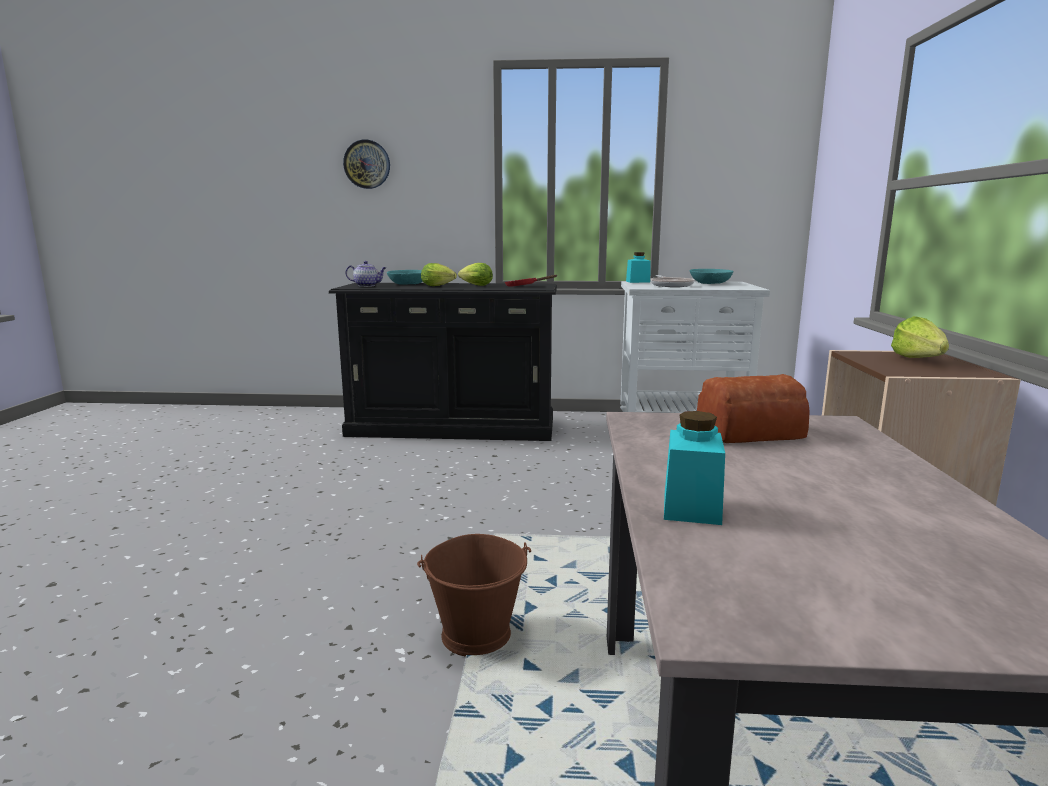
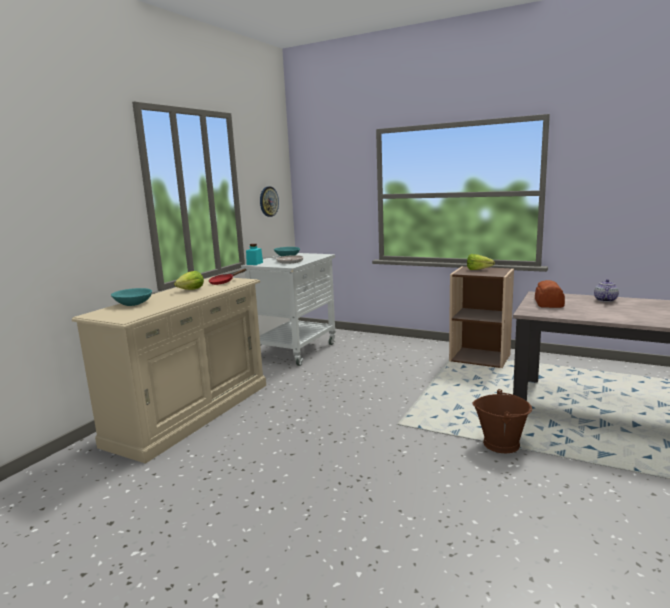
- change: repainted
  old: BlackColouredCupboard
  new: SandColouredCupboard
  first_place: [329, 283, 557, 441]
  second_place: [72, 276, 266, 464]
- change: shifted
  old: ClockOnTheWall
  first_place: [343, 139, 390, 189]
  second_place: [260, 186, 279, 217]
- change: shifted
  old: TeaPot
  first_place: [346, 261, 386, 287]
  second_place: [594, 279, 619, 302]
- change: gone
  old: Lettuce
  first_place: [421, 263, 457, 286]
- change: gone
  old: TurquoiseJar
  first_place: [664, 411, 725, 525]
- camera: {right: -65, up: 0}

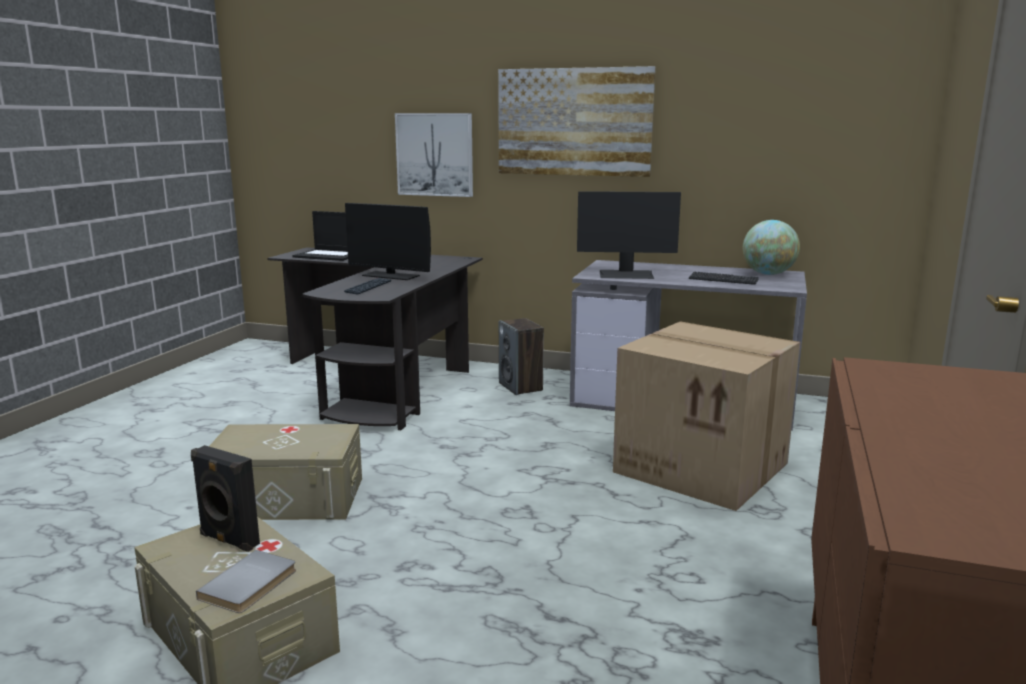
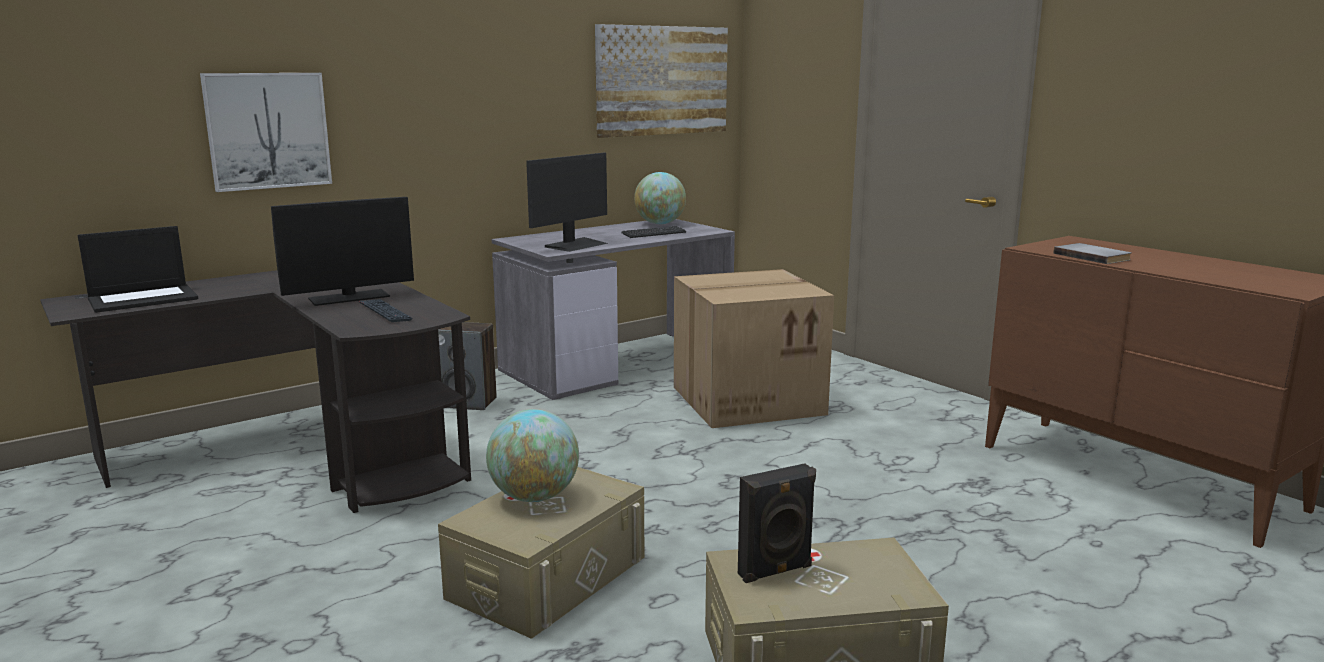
- change: shifted
  old: GreyishBoundBook
  first_place: [196, 550, 296, 613]
  second_place: [1053, 243, 1132, 264]
- change: shifted
  old: WallPicture
  first_place: [498, 66, 655, 177]
  second_place: [595, 24, 728, 138]
- change: new
  new: WorldGlobe
  second_place: [486, 409, 579, 502]
- camera: {right: -55, up: 0}

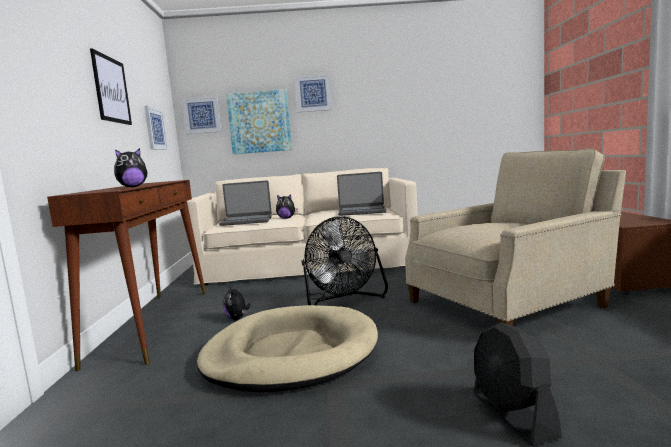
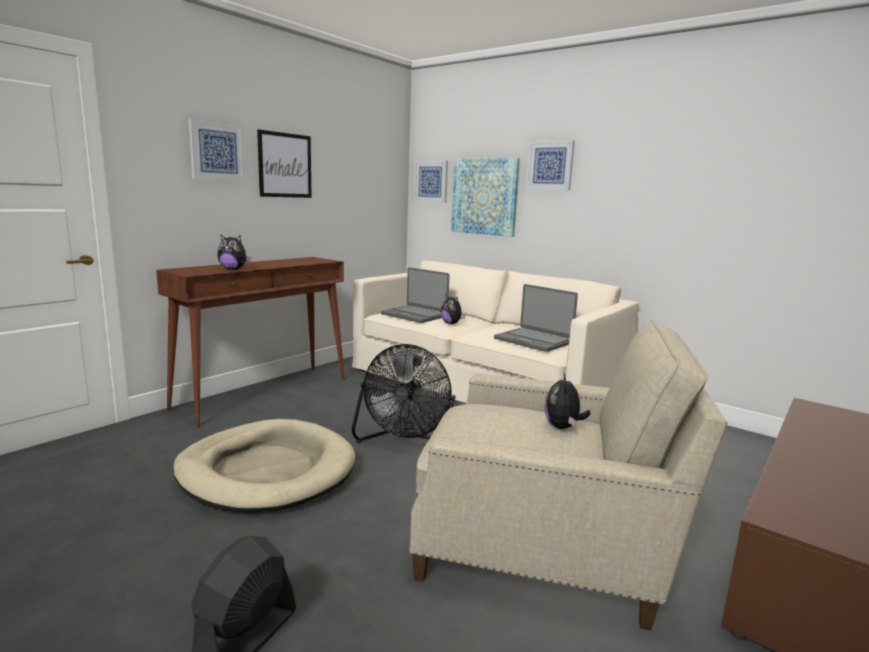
- change: shifted
  old: WallPicture
  first_place: [144, 106, 168, 150]
  second_place: [188, 119, 245, 181]
- change: shifted
  old: SoftToy
  first_place: [223, 286, 250, 320]
  second_place: [545, 373, 590, 429]
- camera: {right: 40, up: 5}

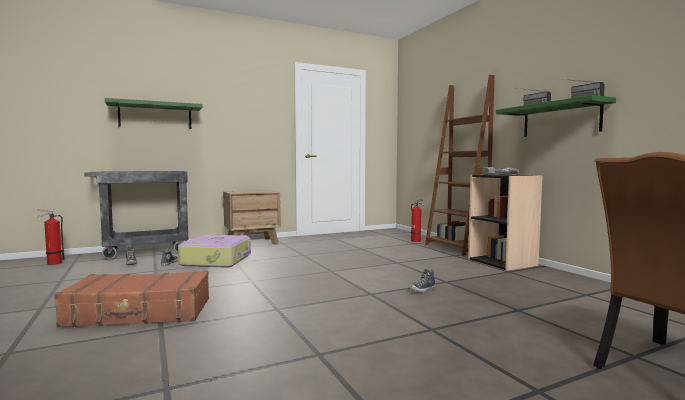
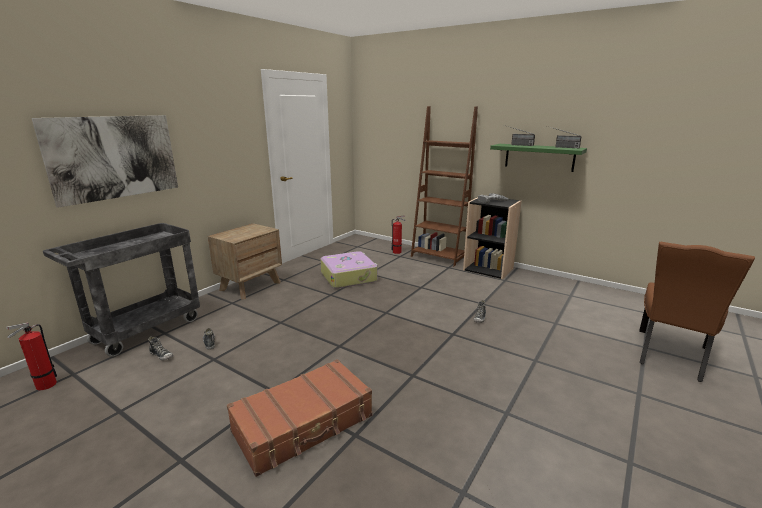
- change: swapped
  old: GreenColouredWallShelf
  new: WallPicture
  first_place: [105, 98, 203, 129]
  second_place: [31, 115, 178, 208]
- change: shifted
  old: TravelCase
  first_place: [178, 235, 251, 268]
  second_place: [320, 251, 378, 288]
- camera: {right: -30, up: 15}

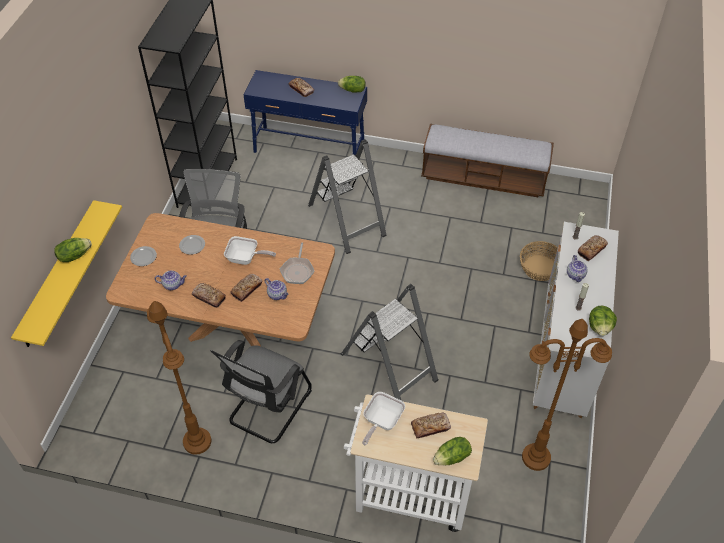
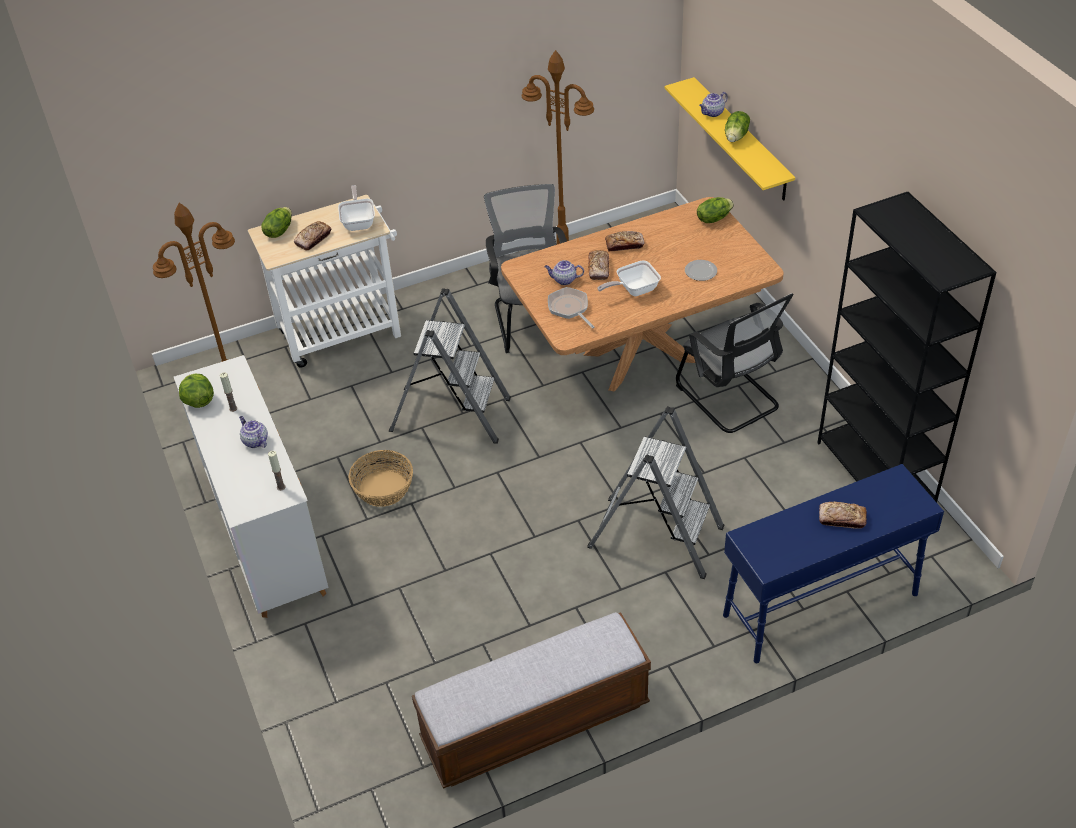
- change: gone
  old: DinnerPlate
  first_place: [130, 246, 157, 266]
- change: shifted
  old: TeaPot
  first_place: [155, 271, 187, 290]
  second_place: [699, 92, 728, 117]
- change: shifted
  old: Lettuce
  first_place: [338, 76, 366, 93]
  second_place: [697, 197, 734, 223]
- change: shifted
  old: StorageBasket
  first_place: [520, 241, 558, 281]
  second_place: [349, 450, 413, 507]
- change: gone
  old: BakedBread
  first_place: [578, 235, 608, 261]
- camera: {right: 145, up: -5}

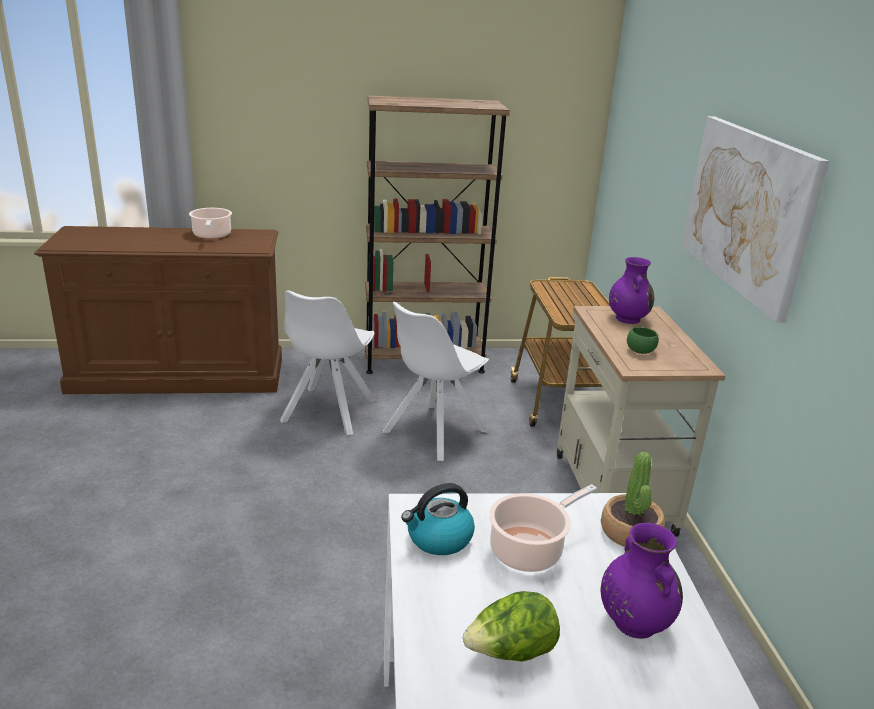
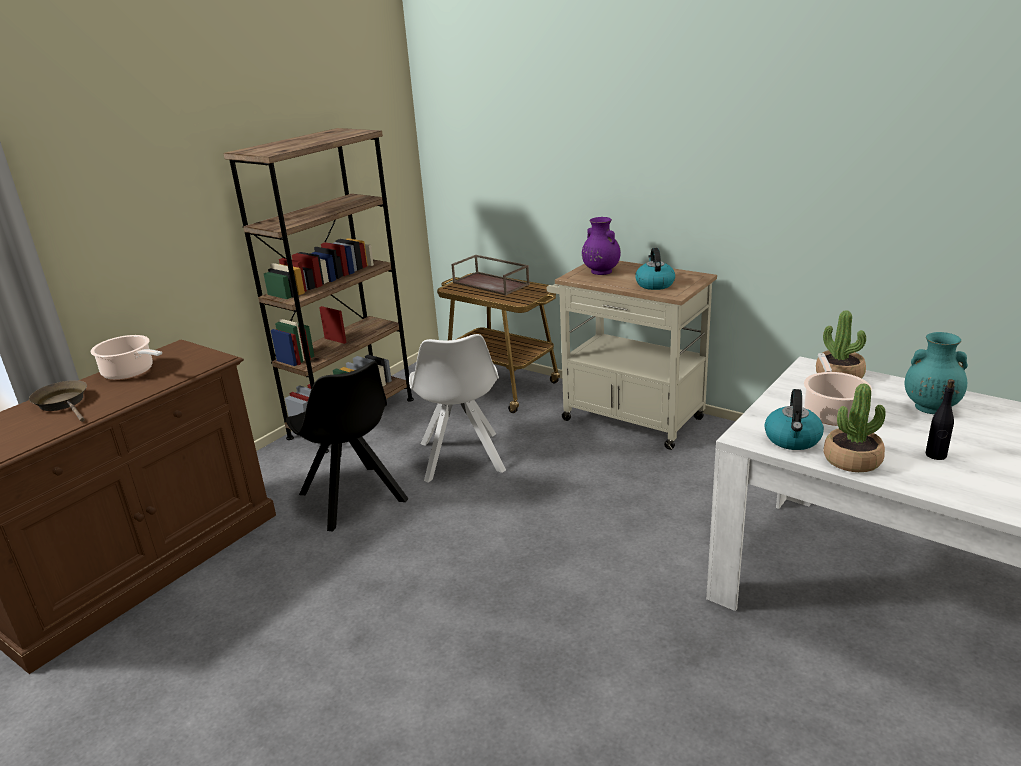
- change: repainted
  old: WhiteColouredPlainChair
  new: BlackColouredPlainChair
  first_place: [280, 290, 376, 435]
  second_place: [286, 361, 409, 532]
- change: swapped
  old: Lettuce
  new: BlackColouredBeverageBottle
  first_place: [463, 591, 560, 662]
  second_place: [925, 379, 955, 460]
- change: repainted
  old: PurpleColouredFlowerVase
  new: TurquoiseFlowerVase
  first_place: [601, 523, 683, 639]
  second_place: [905, 332, 968, 414]
- change: swapped
  old: GreenColouredBowl
  new: Kettle
  first_place: [627, 327, 659, 354]
  second_place: [635, 248, 675, 290]
- change: gone
  old: WallPicture
  first_place: [681, 116, 829, 323]
- change: new
  new: BrownSkillet
  second_place: [29, 380, 87, 422]
- change: new
  new: BrownCarryingTray
  second_place: [451, 255, 530, 295]
- change: new
  new: Houseplant
  second_place: [823, 383, 886, 472]
- camera: {right: -45, up: 0}

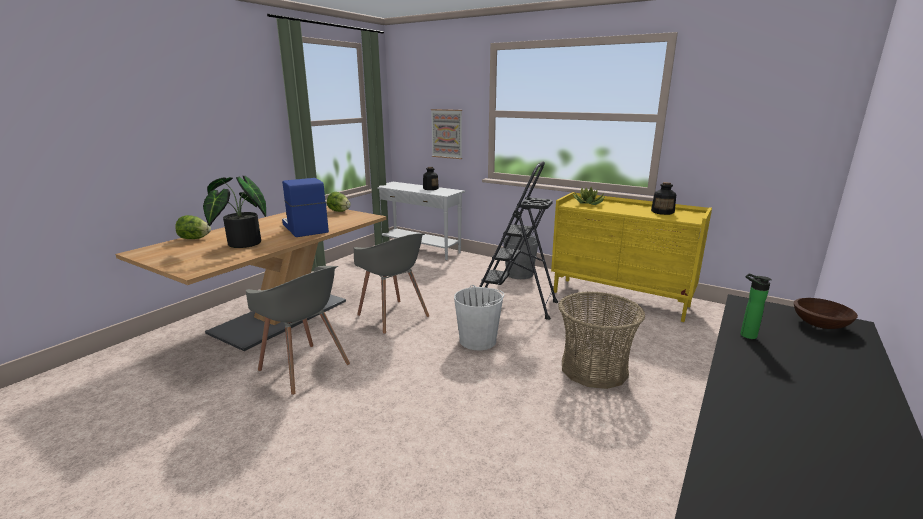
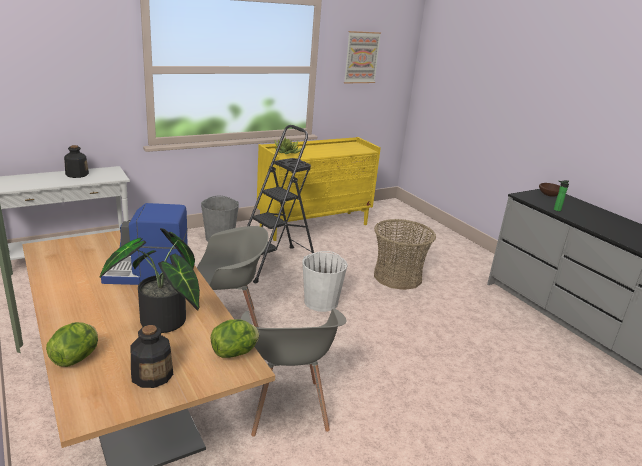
- change: rotated
  old: GreyishPlainChair
  first_place: [246, 266, 350, 395]
  second_place: [241, 309, 347, 437]
  degrees: 105
- change: shifted
  old: Lettuce
  first_place: [327, 192, 351, 212]
  second_place: [211, 319, 259, 358]
- change: shifted
  old: WallPicture
  first_place: [431, 109, 462, 159]
  second_place: [344, 31, 381, 83]
- change: shifted
  old: BeverageBottle
  first_place: [651, 182, 676, 215]
  second_place: [131, 325, 173, 388]
- camera: {right: -65, up: 5}

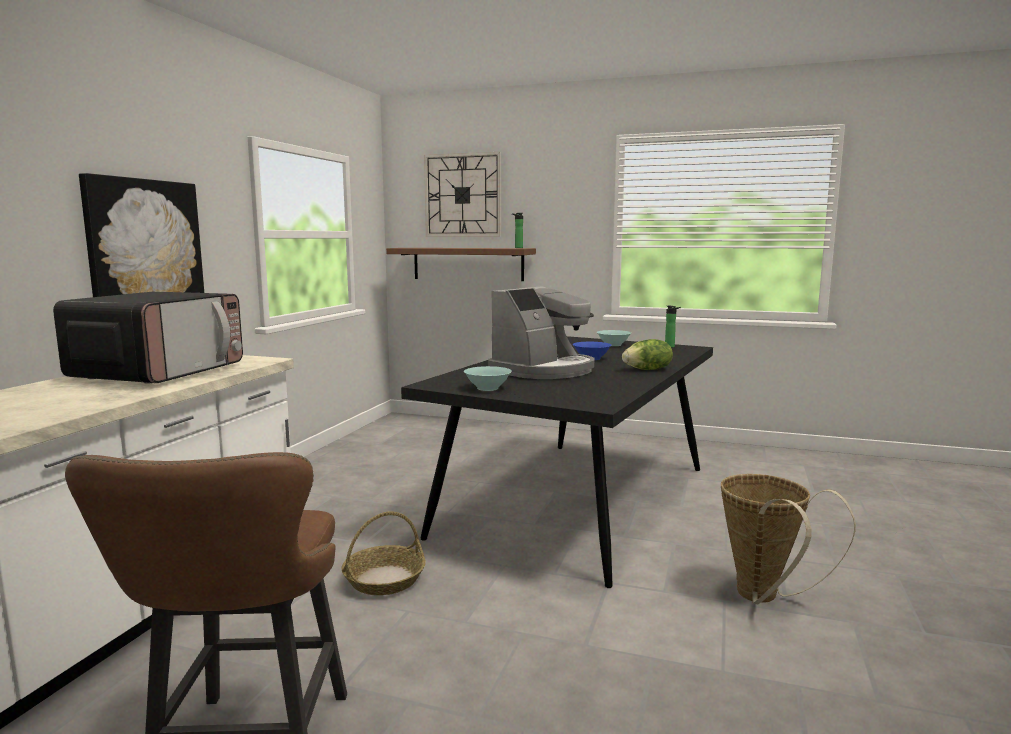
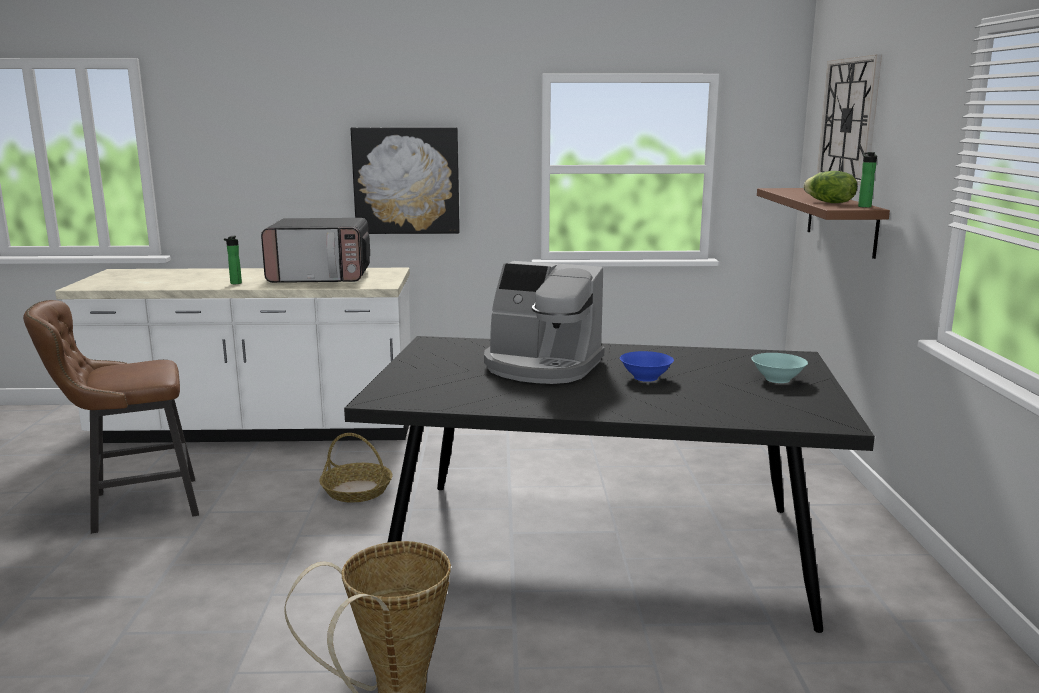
- change: gone
  old: TurquoiseBowl
  first_place: [464, 366, 512, 391]
- change: shifted
  old: Lettuce
  first_place: [622, 339, 673, 370]
  second_place: [803, 171, 857, 203]
- change: shifted
  old: BeverageBottle
  first_place: [665, 306, 681, 348]
  second_place: [224, 236, 242, 284]
- camera: {right: 70, up: 5}

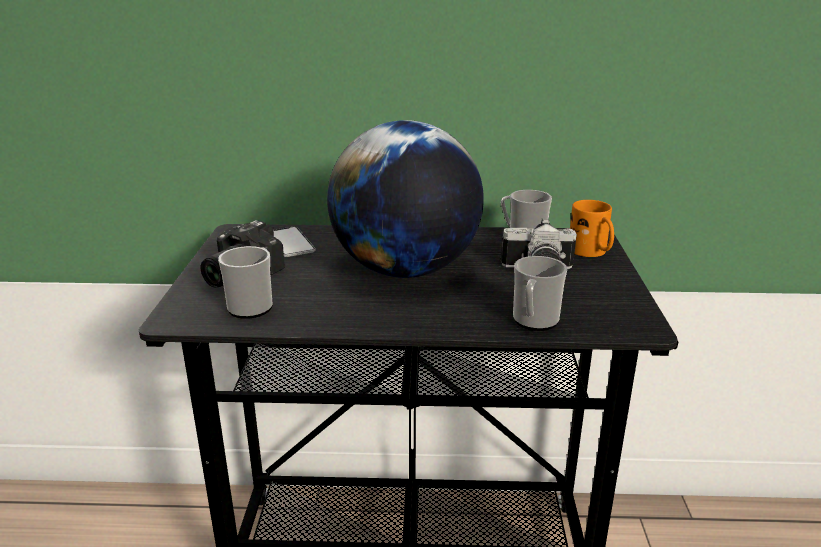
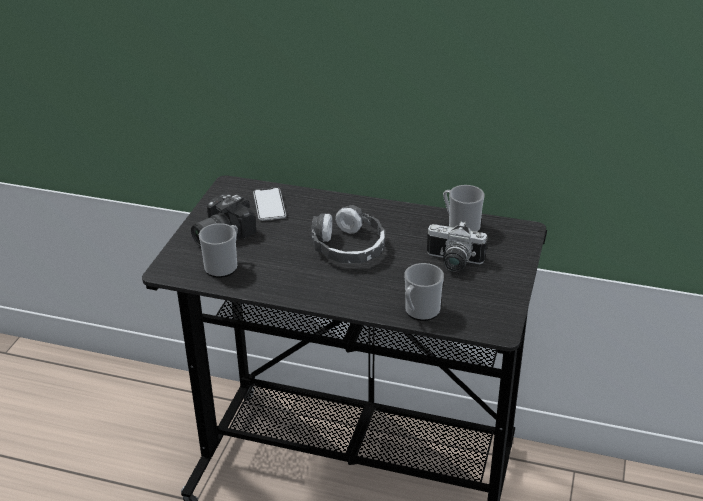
- change: swapped
  old: WorldGlobe
  new: PairOfHeadphones
  first_place: [327, 120, 484, 278]
  second_place: [312, 205, 385, 263]
- change: gone
  old: OrangeColouredTeaMug
  first_place: [570, 200, 614, 257]
- camera: {right: 15, up: 10}

